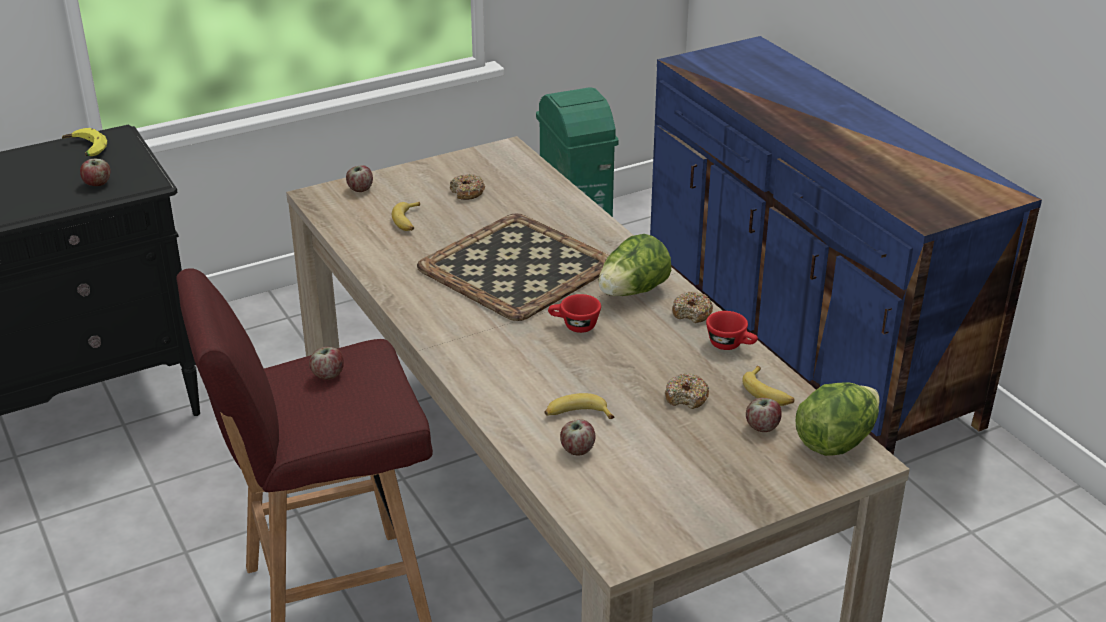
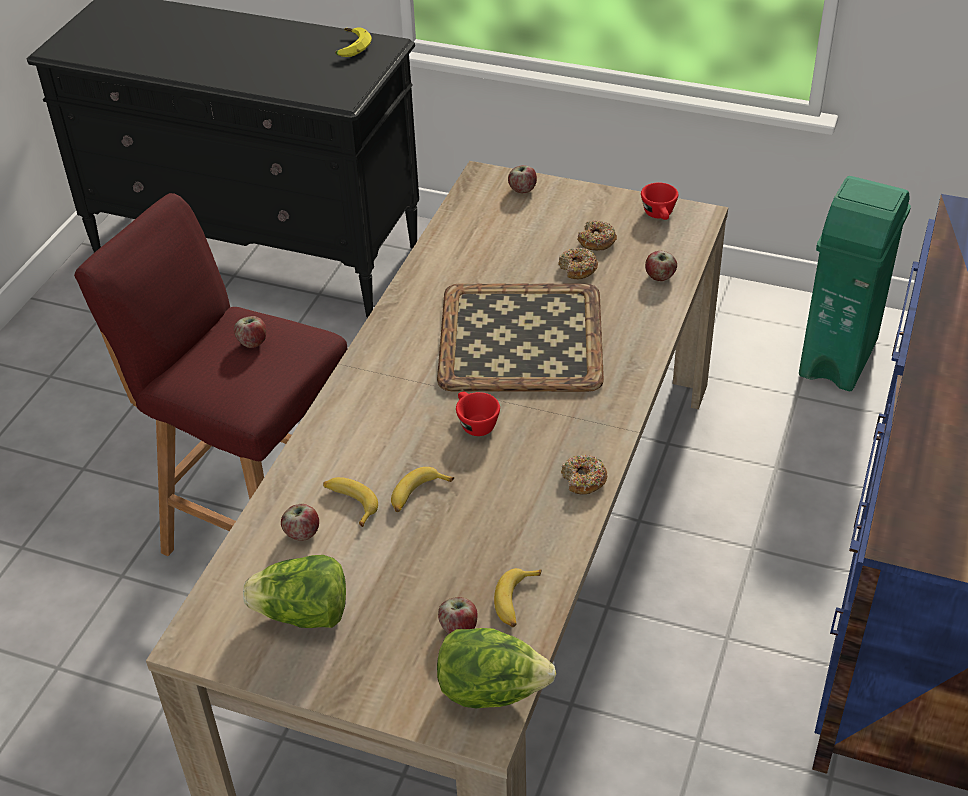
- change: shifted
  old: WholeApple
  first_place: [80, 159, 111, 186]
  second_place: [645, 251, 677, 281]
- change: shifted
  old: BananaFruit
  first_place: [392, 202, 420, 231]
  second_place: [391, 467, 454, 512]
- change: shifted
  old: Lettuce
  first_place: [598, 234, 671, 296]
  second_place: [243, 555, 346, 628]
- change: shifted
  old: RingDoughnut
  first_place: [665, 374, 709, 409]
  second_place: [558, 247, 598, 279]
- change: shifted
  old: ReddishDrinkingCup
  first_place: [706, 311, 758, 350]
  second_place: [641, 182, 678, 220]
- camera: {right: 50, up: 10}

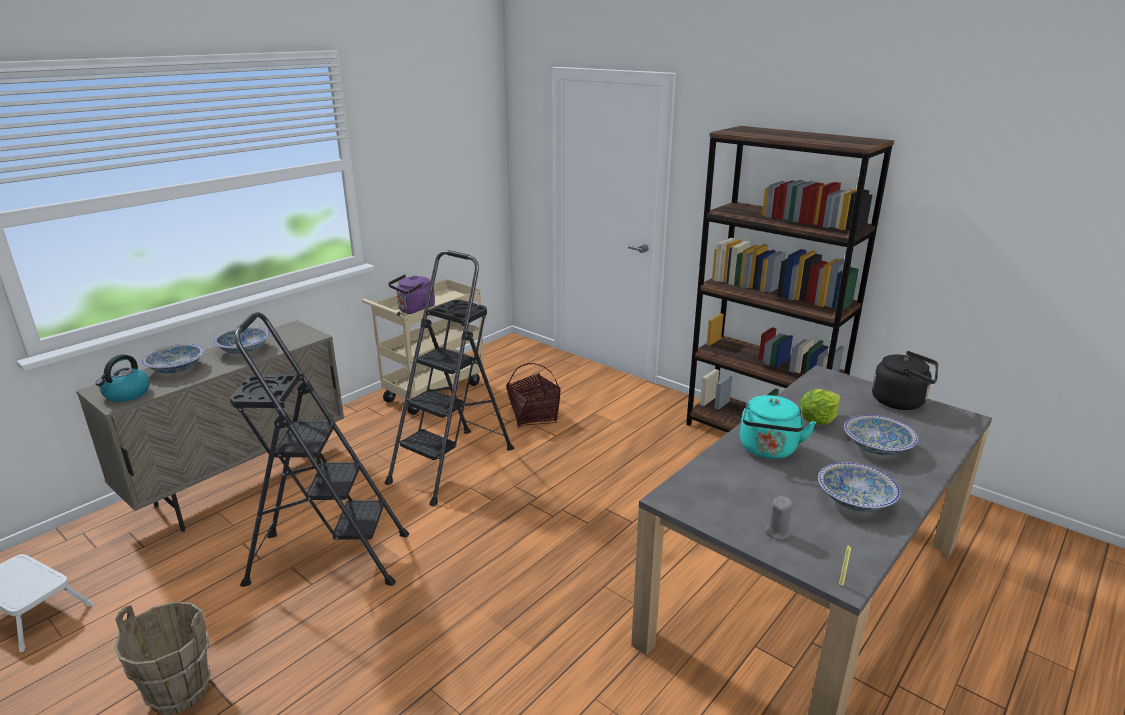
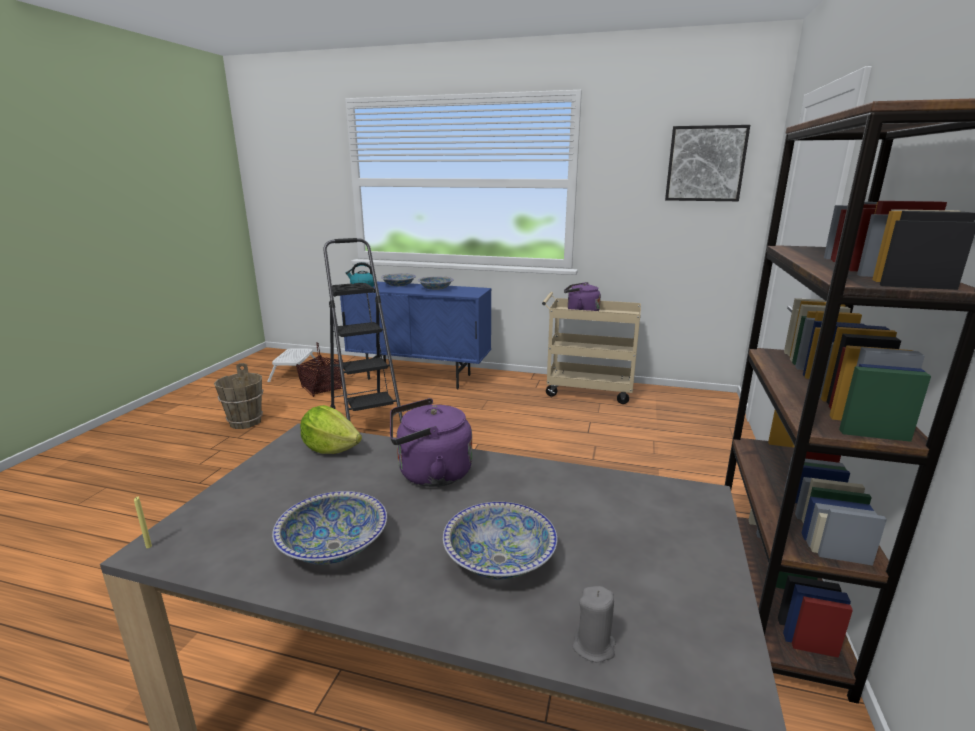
- change: repainted
  old: SandColouredCupboard
  new: BluishCupboard
  first_place: [76, 321, 344, 532]
  second_place: [340, 282, 491, 389]
- change: gone
  old: StepStool
  first_place: [385, 250, 514, 506]
- change: shifted
  old: StorageBasket
  first_place: [507, 363, 561, 428]
  second_place: [296, 343, 343, 397]
- change: repainted
  old: TurquoiseKettle
  new: PurpleColouredKettle
  first_place: [740, 395, 816, 459]
  second_place: [390, 398, 472, 487]
- change: shifted
  old: GreyishWaxLight
  first_place: [765, 496, 793, 540]
  second_place: [572, 586, 616, 663]
- change: shifted
  old: Lettuce
  first_place: [799, 389, 841, 425]
  second_place: [300, 405, 362, 454]
- change: gone
  old: BlackColouredKettle
  first_place: [872, 351, 938, 410]
- change: new
  new: WallPicture
  second_place: [665, 125, 750, 201]
- camera: {right: 65, up: -5}

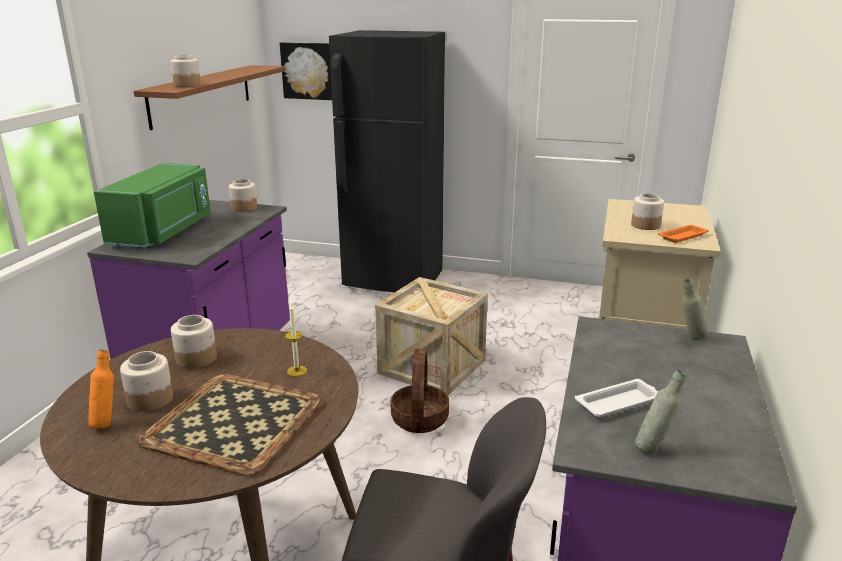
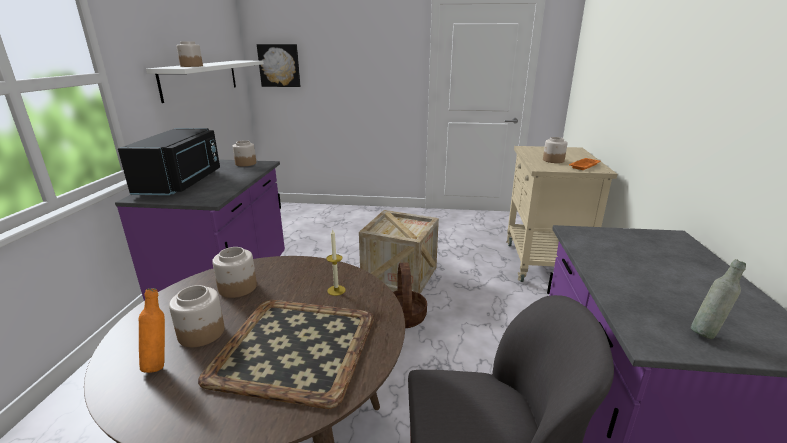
- change: repainted
  old: GreenColouredMicrowave
  new: BlackColouredMicrowave
  first_place: [94, 163, 211, 248]
  second_place: [118, 128, 220, 195]
- change: repainted
  old: BrownWallShelf
  new: WhiteColouredWallShelf
  first_place: [133, 65, 286, 130]
  second_place: [146, 61, 264, 103]
- change: gone
  old: BlackColouredKitchenFridge
  first_place: [329, 30, 445, 292]
- change: gone
  old: WhiteColouredCarryingTray
  first_place: [575, 379, 658, 417]
- change: gone
  old: GreyishBeverageBottle
  first_place: [681, 278, 707, 339]
- camera: {right: -10, up: 0}

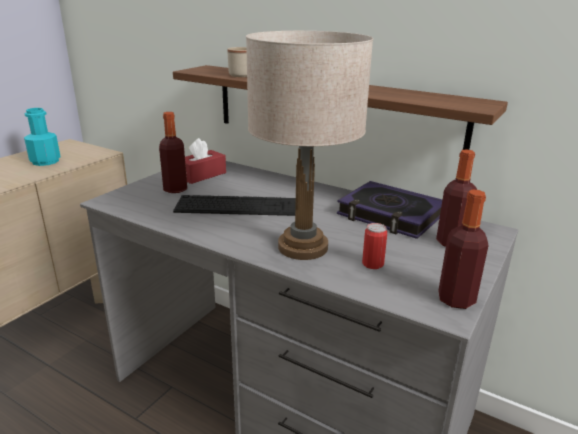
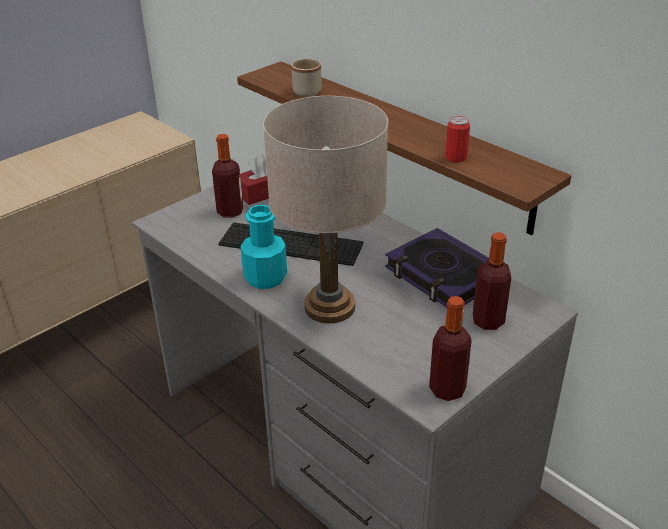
- change: shifted
  old: TurquoiseBeverageBottle
  first_place: [24, 108, 61, 166]
  second_place: [240, 205, 287, 289]
- change: shifted
  old: MetalCan
  first_place: [362, 223, 387, 269]
  second_place: [445, 116, 470, 163]
- camera: {right: 15, up: 10}

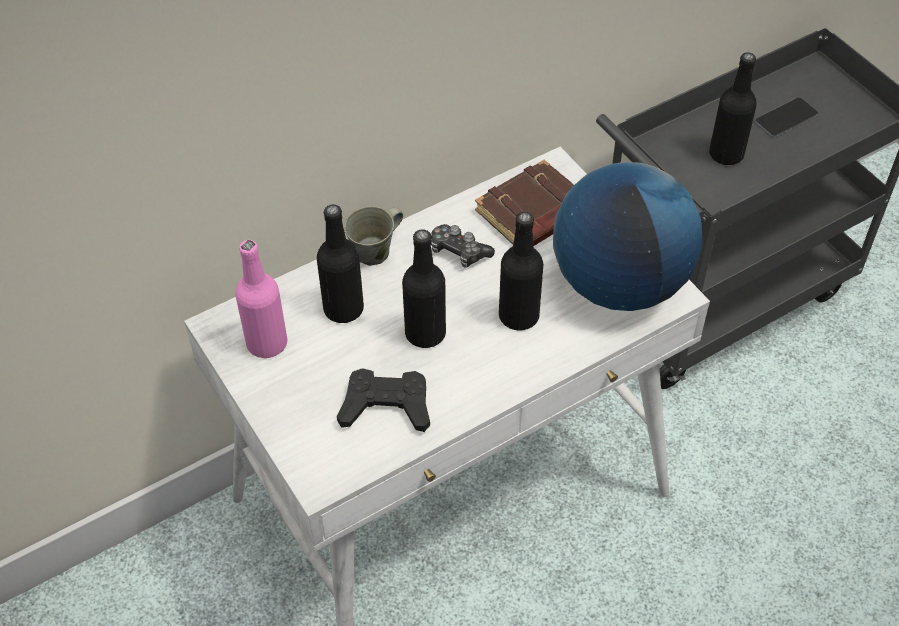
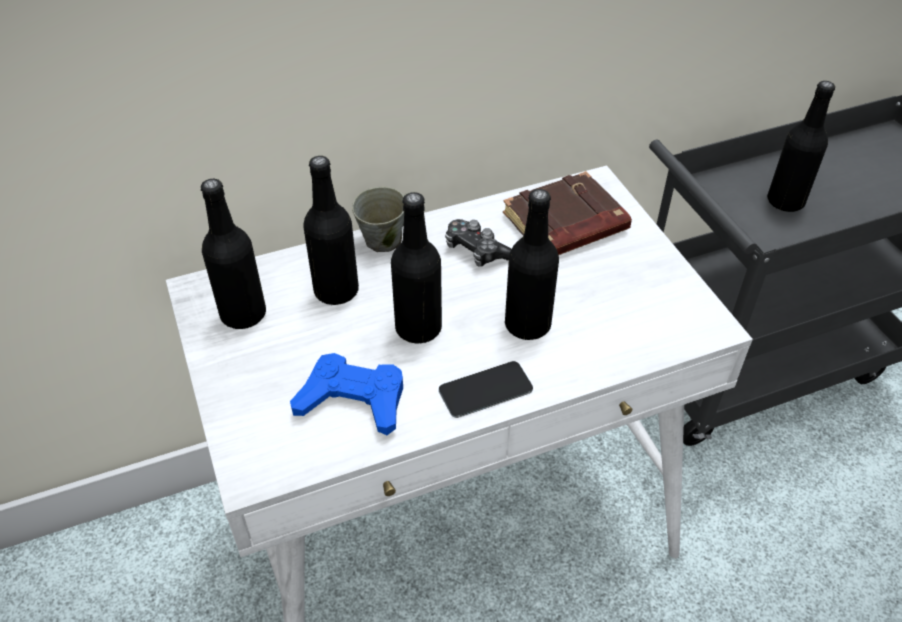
- change: repainted
  old: PinkishBeverageBottle
  new: BlackColouredBeverageBottle
  first_place: [235, 240, 287, 358]
  second_place: [201, 179, 266, 329]
- change: repainted
  old: BlackColouredJoypad
  new: BluishJoypad
  first_place: [337, 368, 430, 432]
  second_place: [290, 353, 403, 435]
- change: gone
  old: WorldGlobe
  first_place: [553, 162, 702, 311]
- change: shifted
  old: Handset
  first_place: [755, 98, 818, 137]
  second_place: [439, 361, 533, 418]
- camera: {right: 10, up: -5}

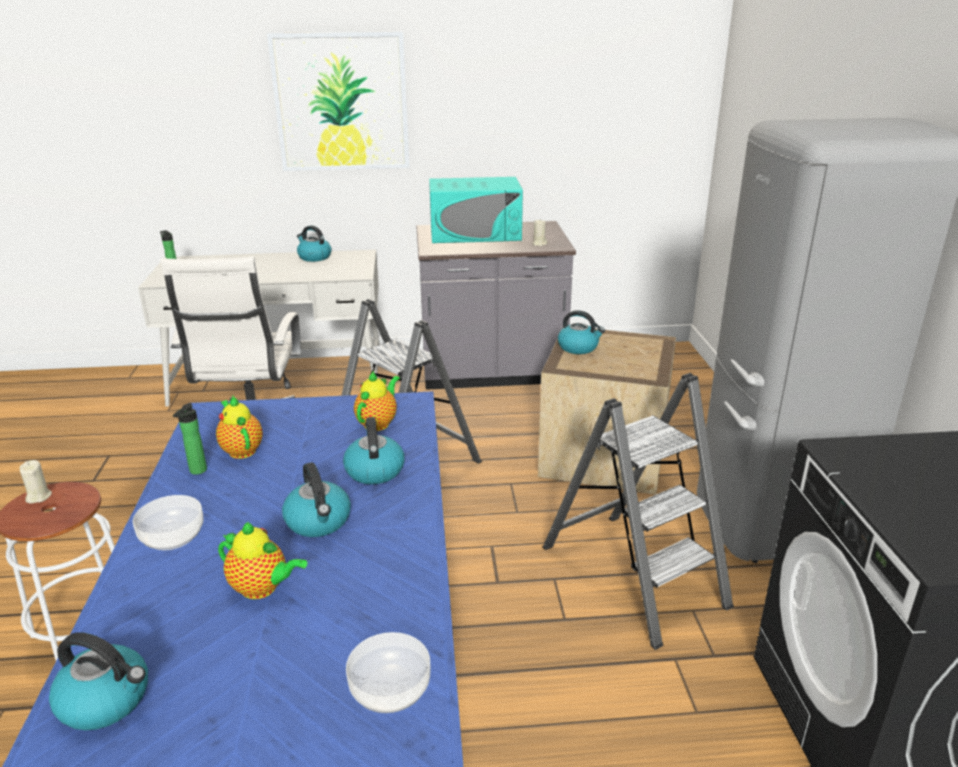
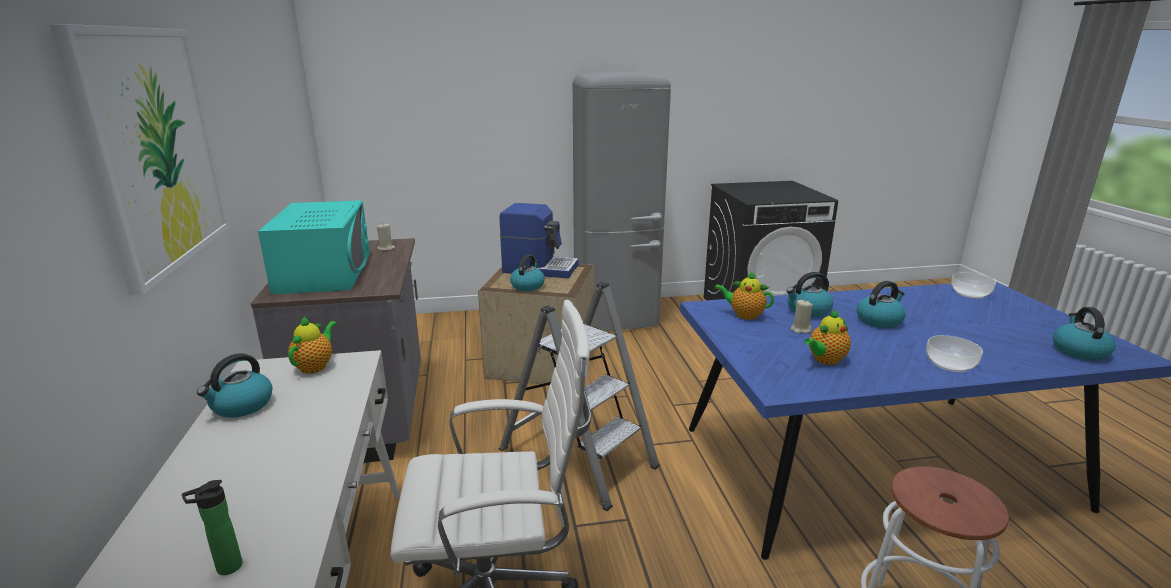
- change: shifted
  old: SandColouredWaxLight
  first_place: [20, 460, 52, 504]
  second_place: [791, 300, 813, 333]
- change: gone
  old: BeverageBottle
  first_place: [173, 403, 207, 475]
- change: shifted
  old: TeaPot
  first_place: [218, 522, 307, 599]
  second_place: [288, 316, 337, 374]
- change: gone
  old: GreyishStepStool
  first_place: [542, 373, 734, 650]
- change: new
  new: CoffeeMaker
  second_place: [499, 203, 579, 278]
- camera: {right: -95, up: -5}

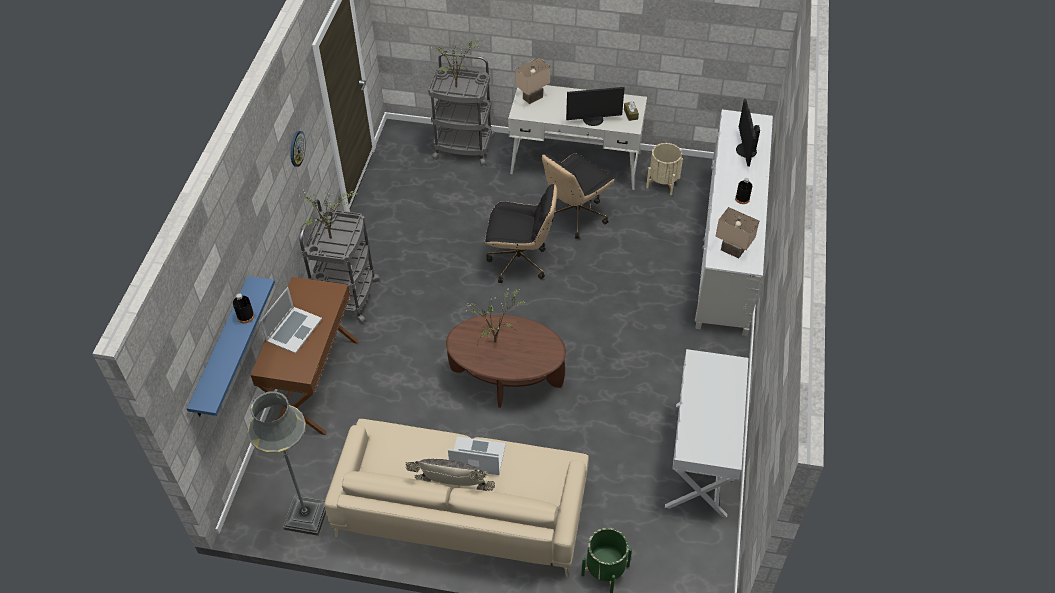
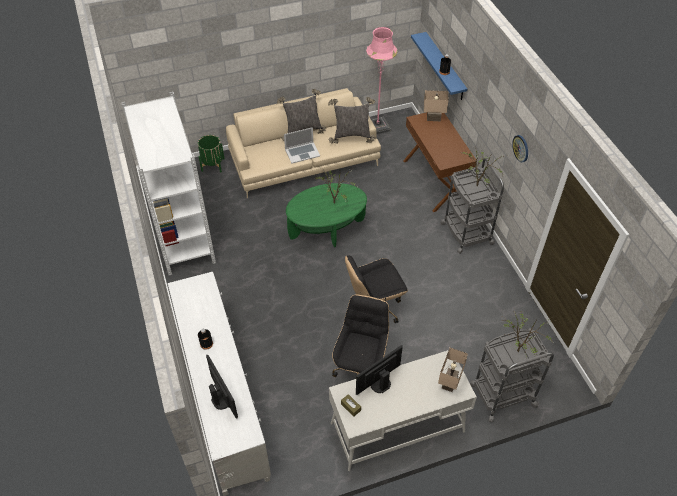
- change: repainted
  old: GreyishFloorLamp
  new: PinkishFloorLamp
  first_place: [247, 391, 326, 536]
  second_place: [366, 27, 398, 135]
- change: gone
  old: PortableComputer
  first_place: [260, 287, 322, 354]
- change: repainted
  old: BrownLoungeTable
  new: GreenColouredLoungeTable
  first_place: [446, 315, 566, 408]
  second_place: [286, 183, 367, 247]
- change: gone
  old: SandColouredPlantPot
  first_place: [646, 143, 683, 195]
- change: swapped
  old: WhiteColouredNarrowTable
  new: WhiteColouredBookcase
  first_place: [665, 349, 749, 518]
  second_place: [121, 92, 216, 275]
- change: shifted
  old: SandColouredTableLamp
  first_place: [715, 207, 759, 258]
  second_place: [424, 90, 449, 121]
- change: new
  new: Pillow
  second_place: [328, 97, 376, 144]
- camera: {right: 150, up: 0}

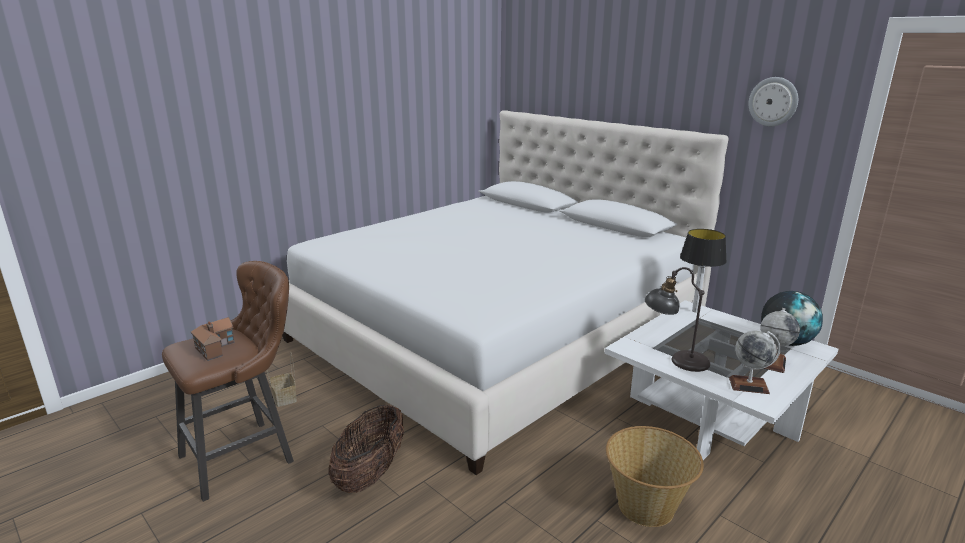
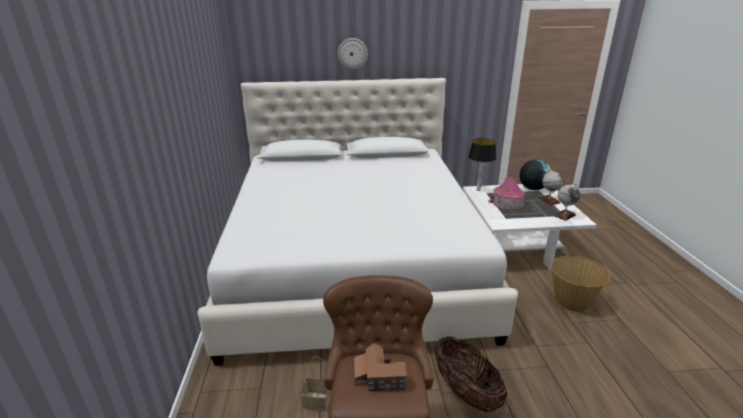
- change: gone
  old: GreyishTableLamp
  first_place: [645, 267, 710, 372]
- change: shifted
  old: ClockOnTheWall
  first_place: [749, 77, 798, 126]
  second_place: [338, 38, 368, 70]
- change: new
  new: ToyHouse
  second_place: [488, 172, 525, 210]
- camera: {right: -50, up: 5}

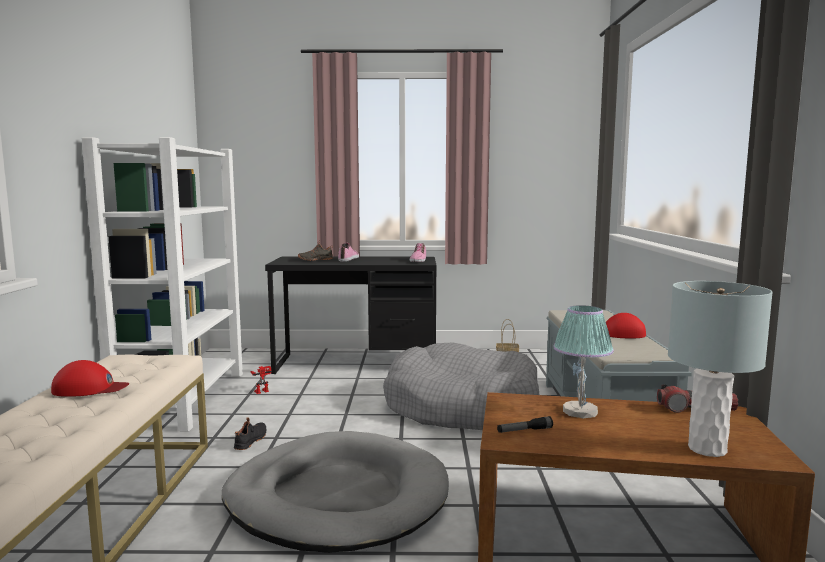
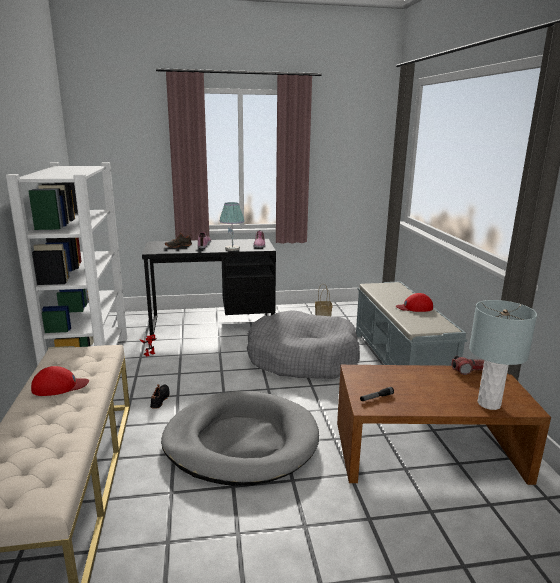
- change: shifted
  old: TableLamp
  first_place: [553, 305, 614, 418]
  second_place: [219, 202, 245, 251]
- camera: {right: -10, up: 10}

